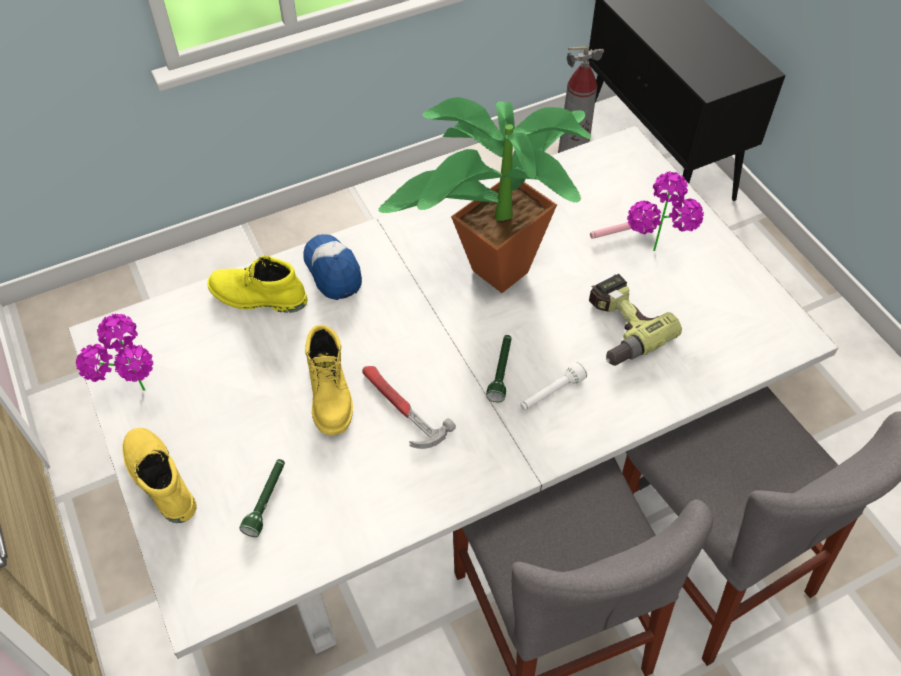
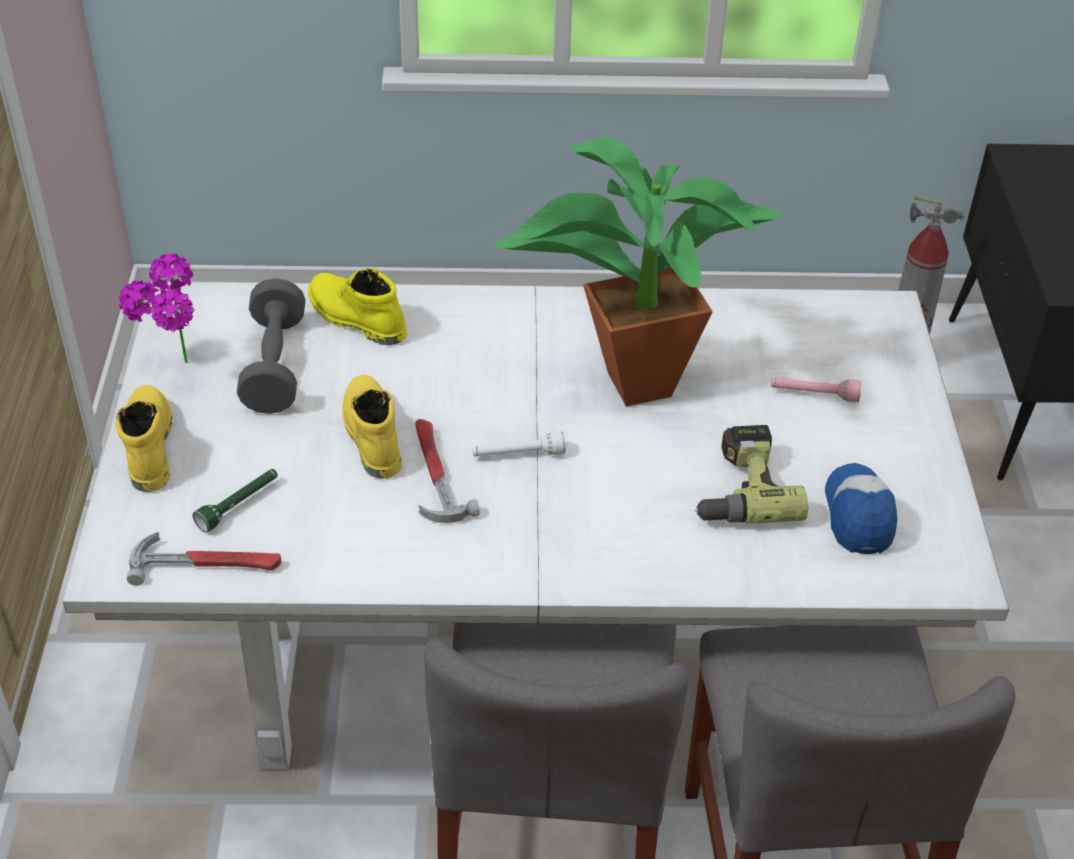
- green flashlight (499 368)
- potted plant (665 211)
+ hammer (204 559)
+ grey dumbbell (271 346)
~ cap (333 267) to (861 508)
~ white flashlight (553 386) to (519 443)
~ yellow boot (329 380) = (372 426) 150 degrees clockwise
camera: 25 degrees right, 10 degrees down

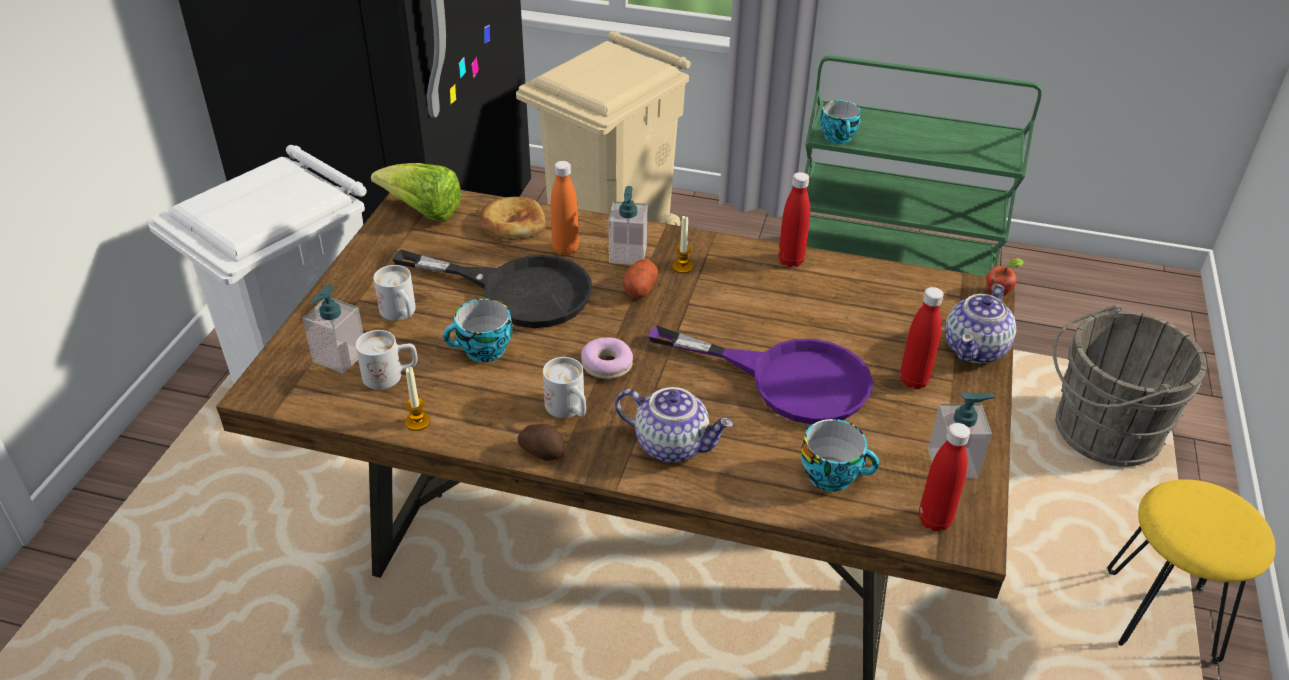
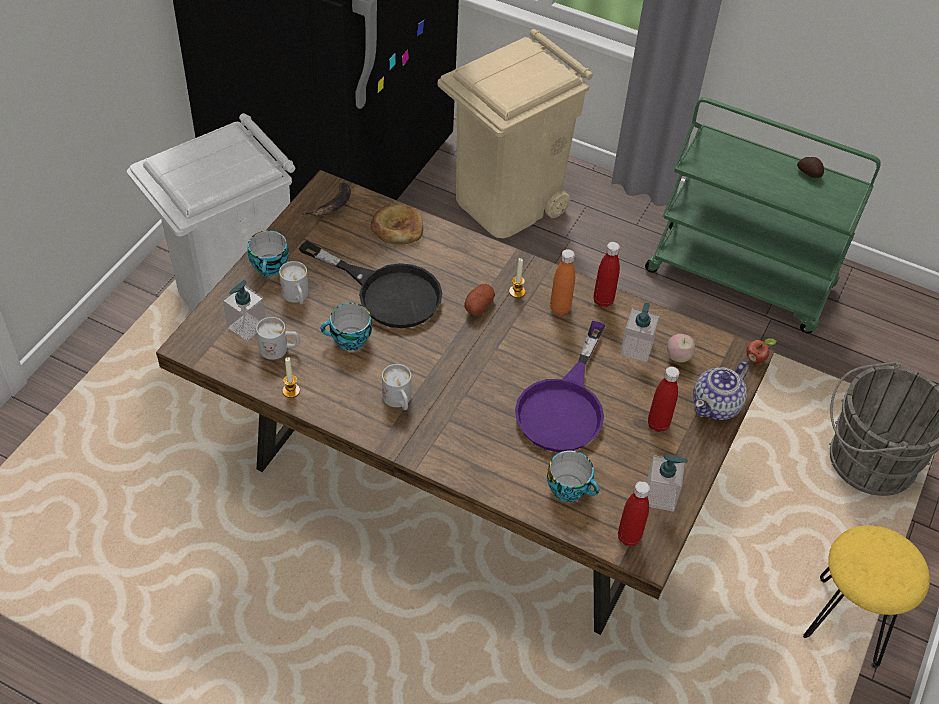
- donut (607 358)
- teapot (674 425)
+ apple (681 348)
~ potato (541 442) to (810 167)
~ orange bottle (565 208) to (562 282)
~ soap dispenser (628 225) to (640 332)
~ cup (840 122) to (268 253)
~ lettuce (416 192) to banana (326 199)
~ purple frying pan (760 375) = (560 386) 75 degrees clockwise
camera: 10 degrees right, 10 degrees up

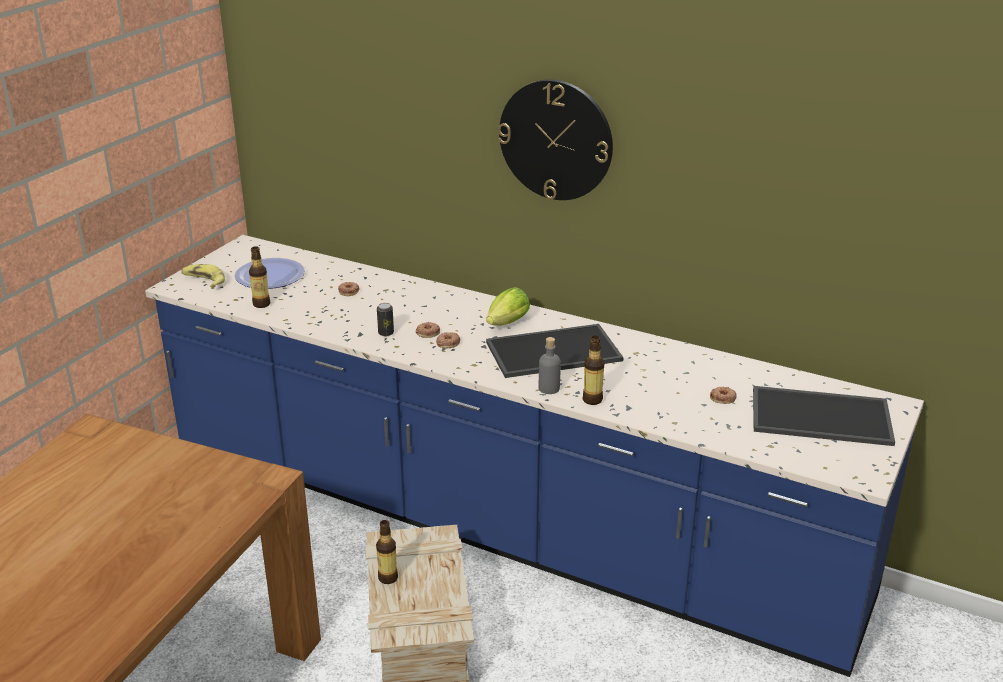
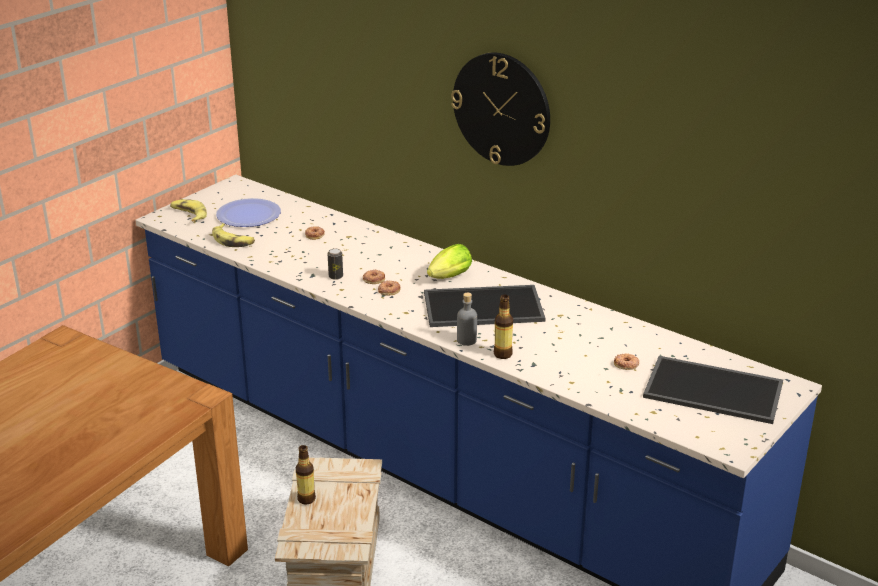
~ bottle (259 277) to banana (233 235)
camera: 10 degrees right, 0 degrees up

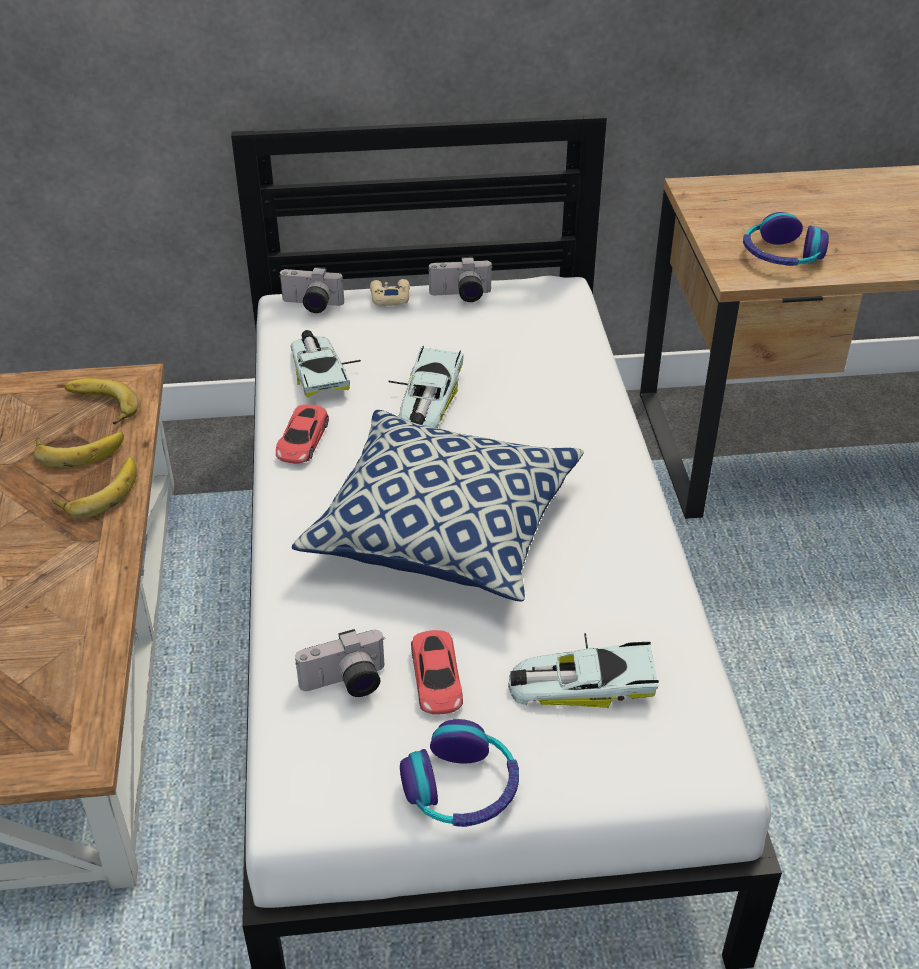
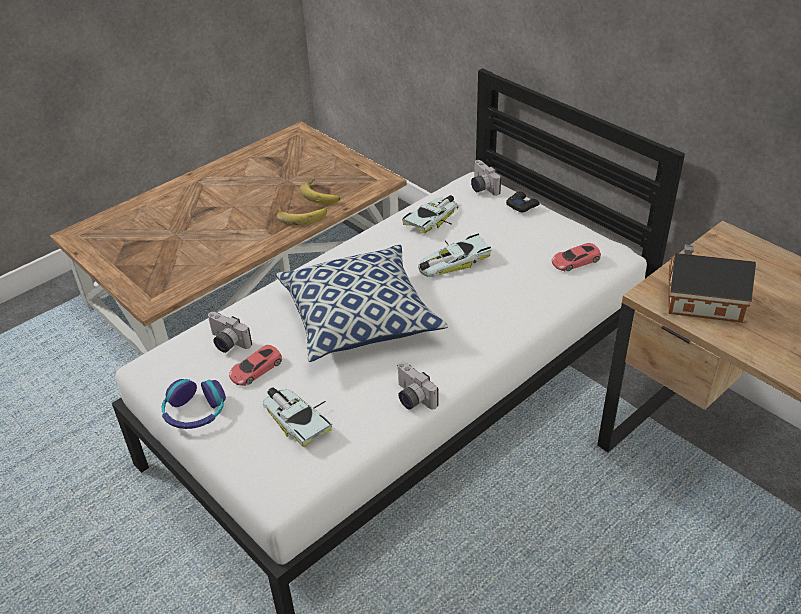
- banana (101 401)
~ red toy car (302 434) to (576 257)
~ photo camera (460 279) to (418 386)
~ headphones (786 239) to toy house (712 284)
~ beige game controller (390 292) to black game controller (523 202)
camera: 55 degrees right, 0 degrees up

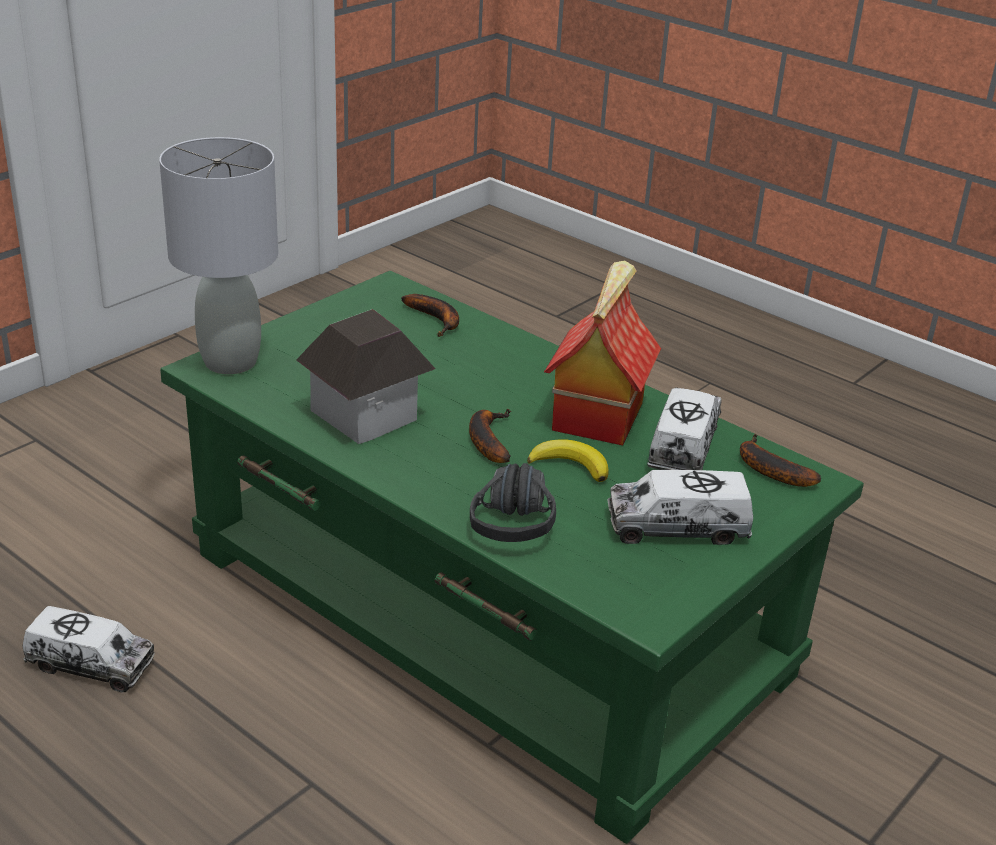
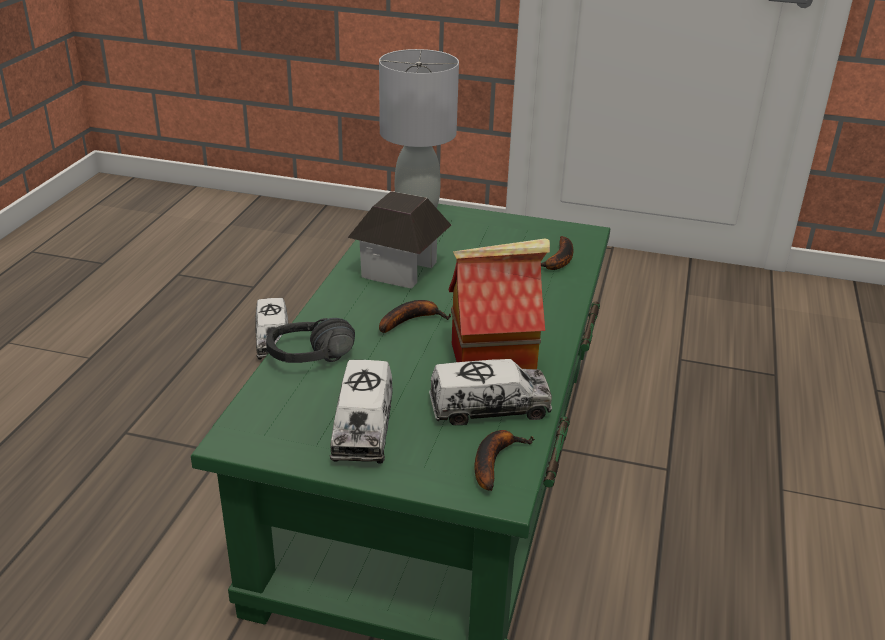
- banana (567 461)
~ toy truck (680 507) = (361 412) 150 degrees counterclockwise
camera: 65 degrees right, 0 degrees up

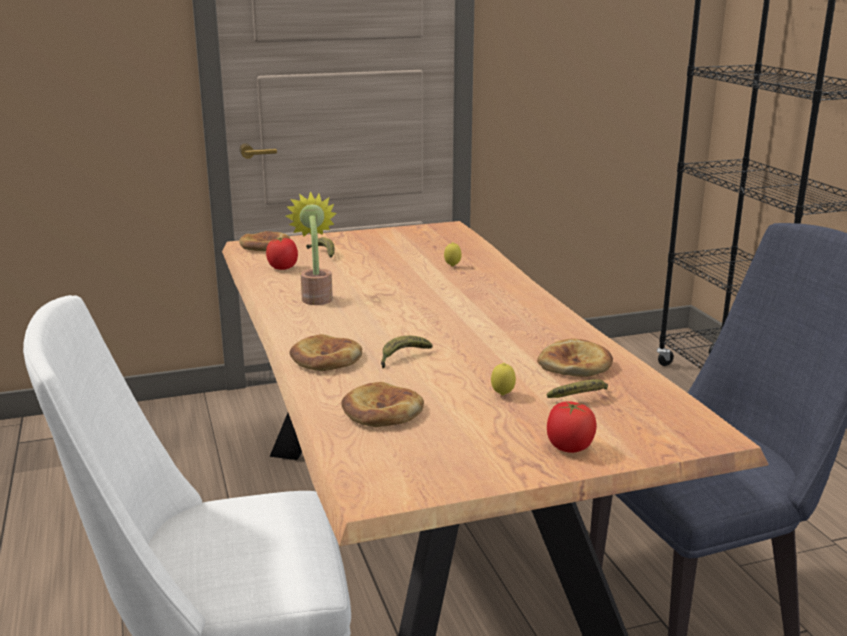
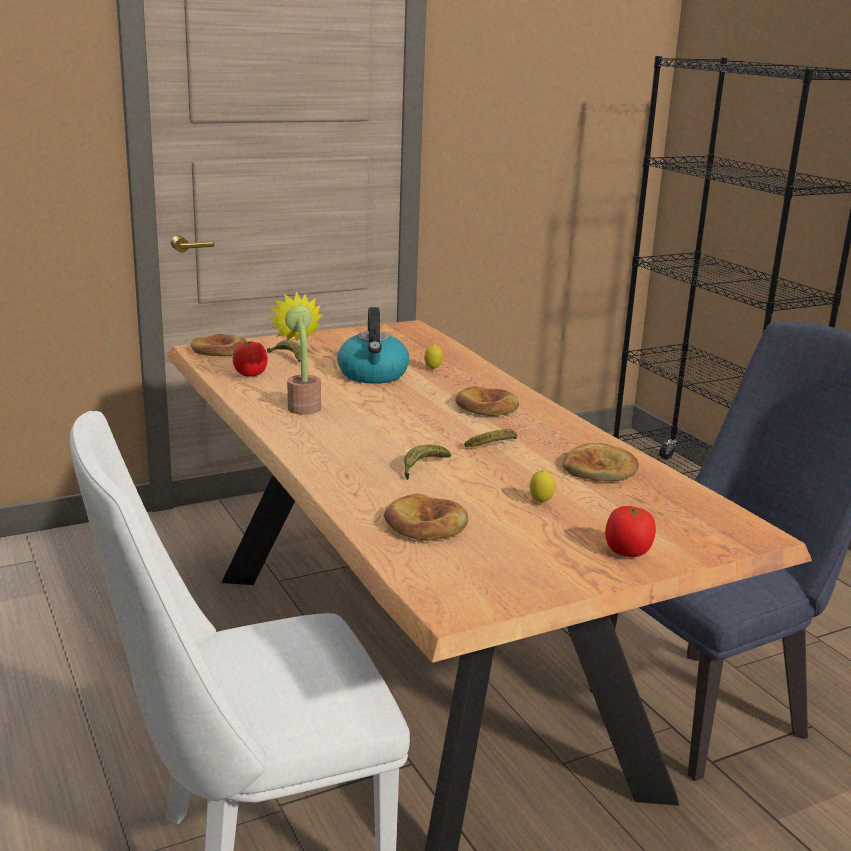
+ kettle (373 345)
~ bread (326 352) to (487 401)
~ banana (577 388) to (490 438)
camera: 10 degrees left, 0 degrees up

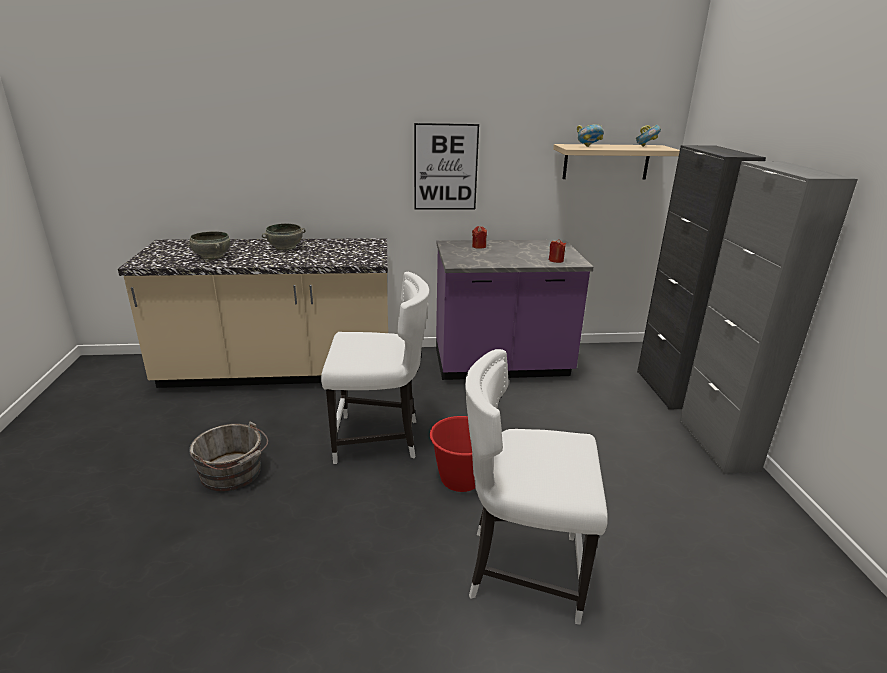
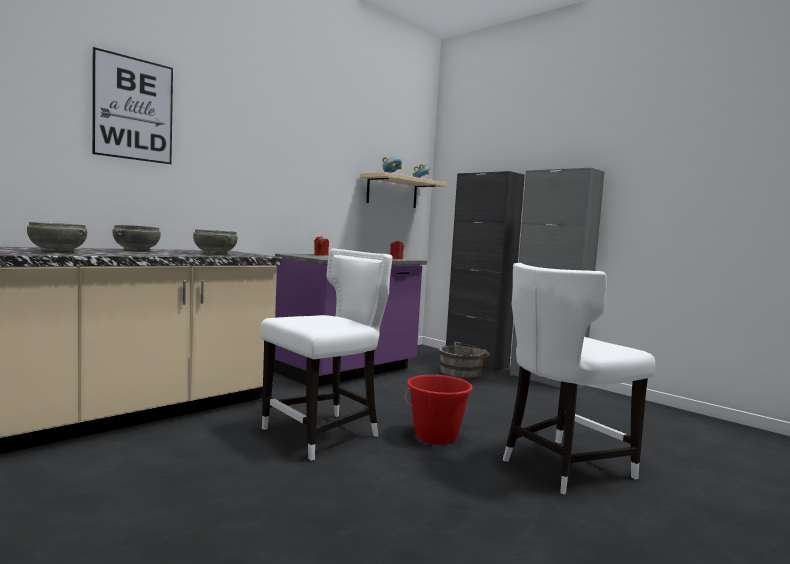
+ grey bowl (215 242)
~ grey bucket (228 456) to (464 361)
~ picture (446 166) to (132 105)
camera: 40 degrees left, 20 degrees down

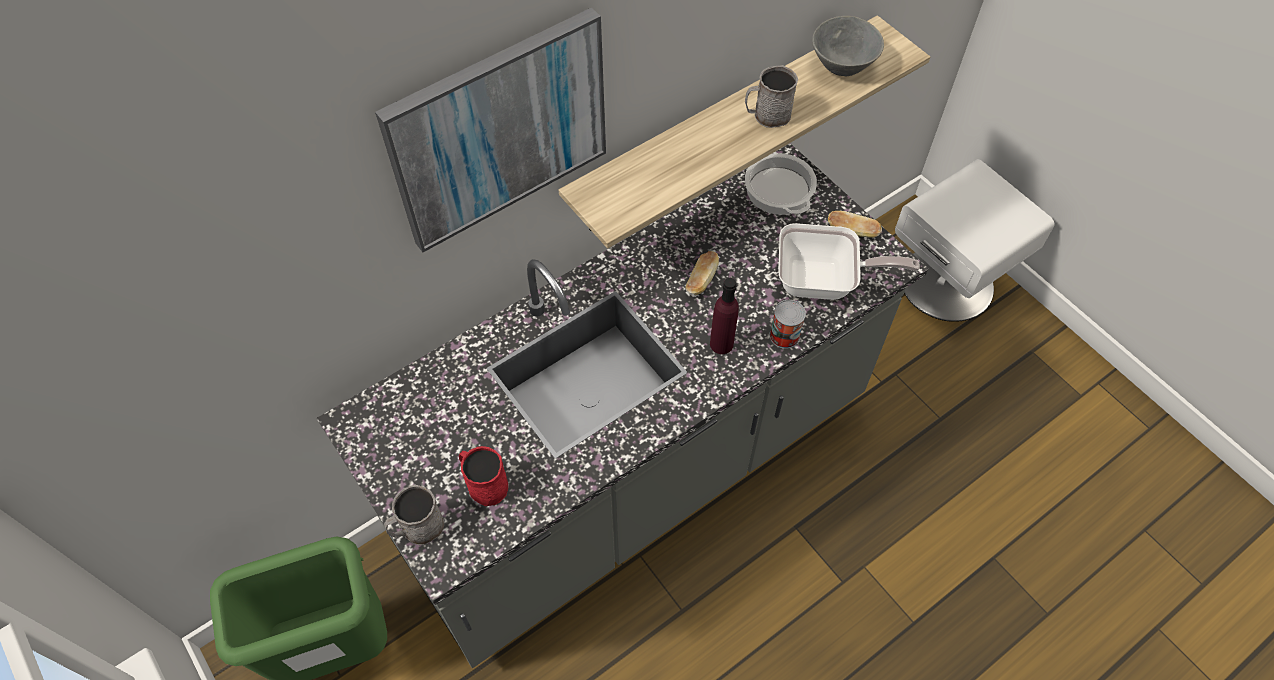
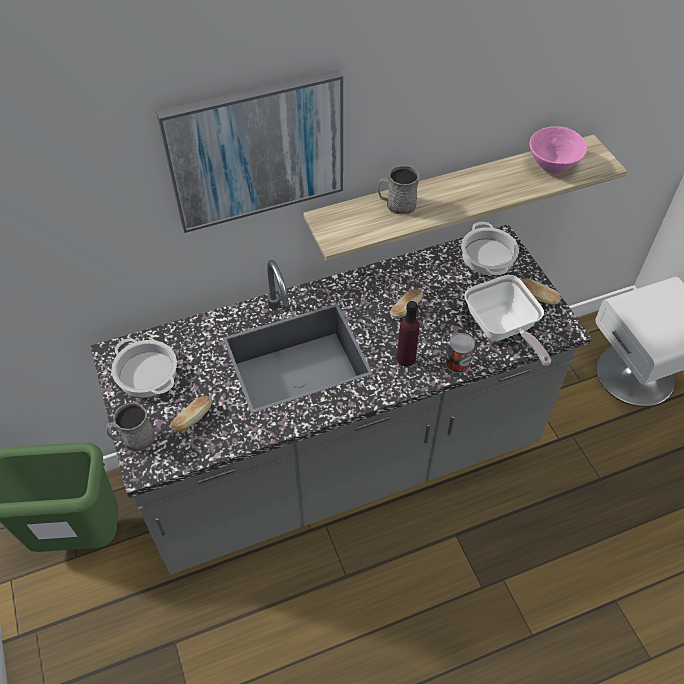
+ cooking pot (144 368)
~ grey mug (771 96) to (399 189)
~ red mug (483 476) to bread (191 413)
~ grey bowl (848 46) to pink bowl (558 149)
~ frying pan (849 261) = (507 320) 45 degrees clockwise
camera: 15 degrees right, 5 degrees down

